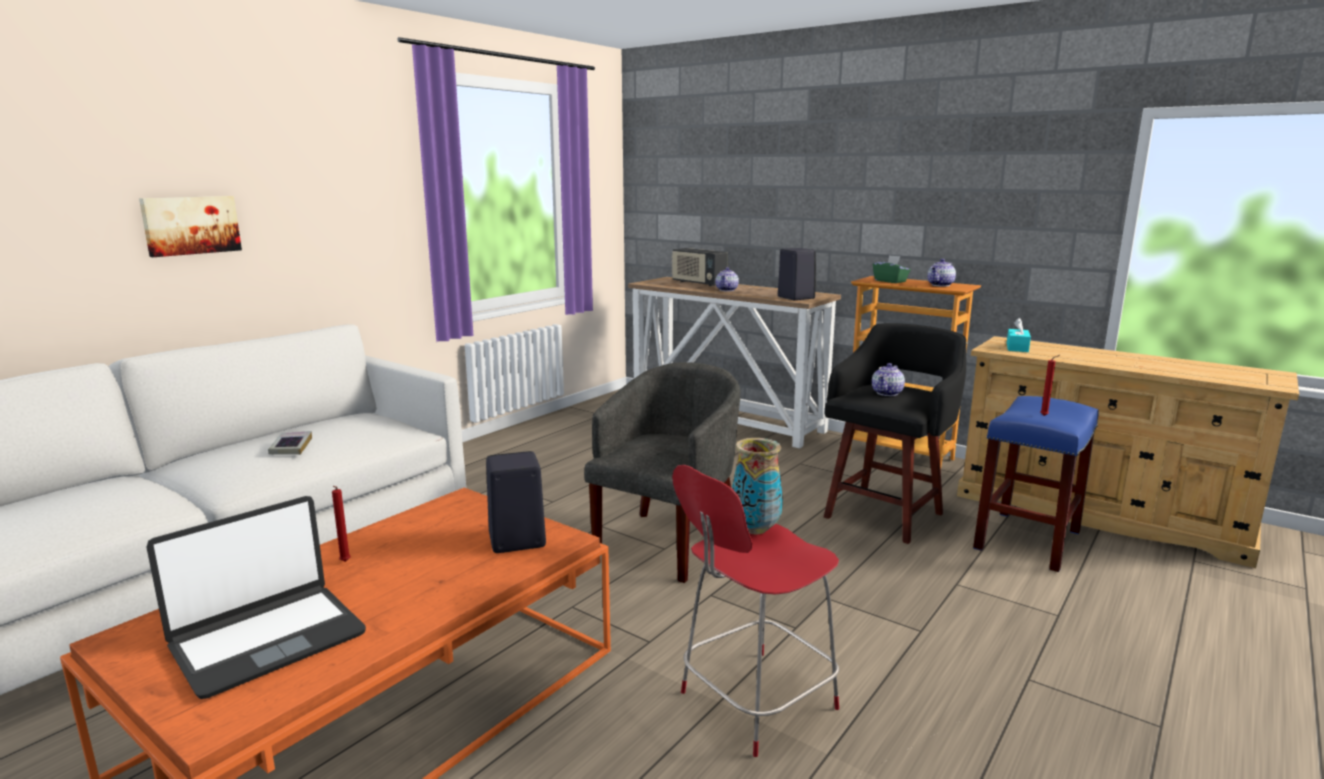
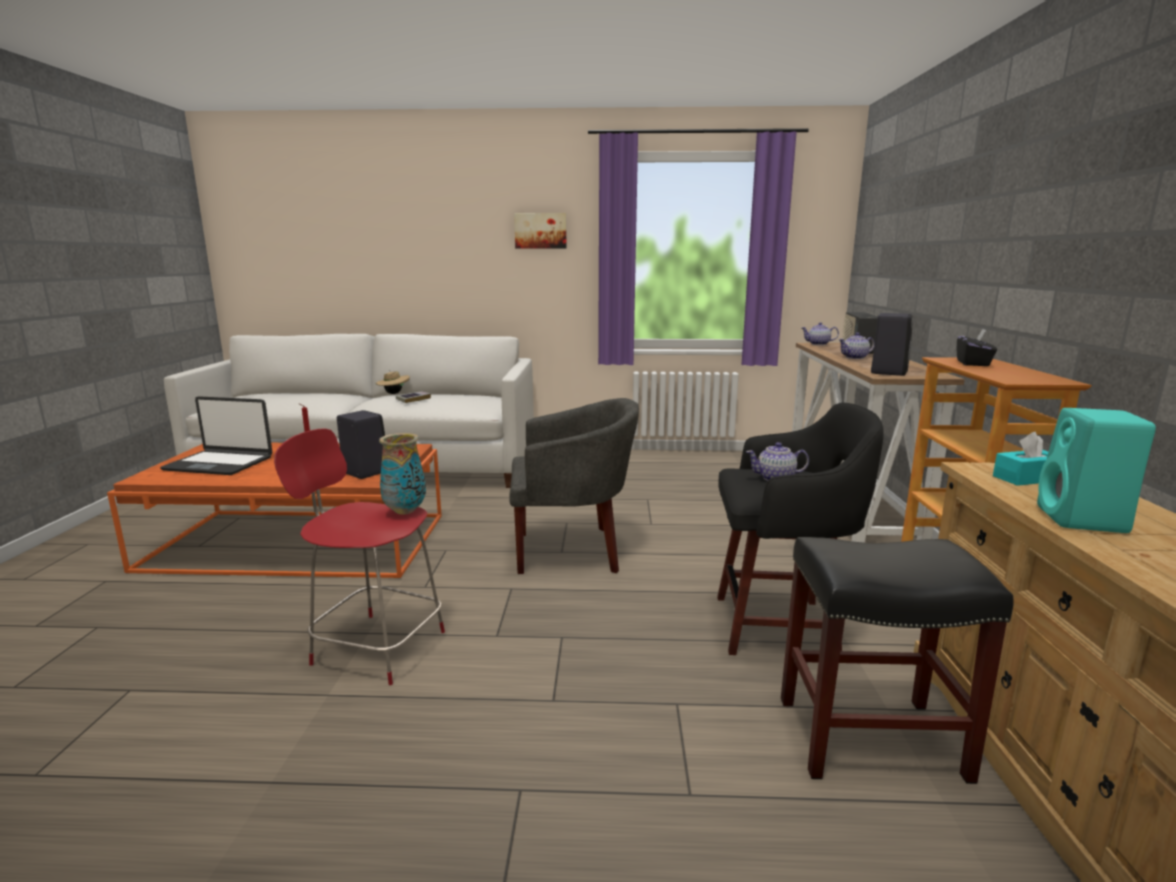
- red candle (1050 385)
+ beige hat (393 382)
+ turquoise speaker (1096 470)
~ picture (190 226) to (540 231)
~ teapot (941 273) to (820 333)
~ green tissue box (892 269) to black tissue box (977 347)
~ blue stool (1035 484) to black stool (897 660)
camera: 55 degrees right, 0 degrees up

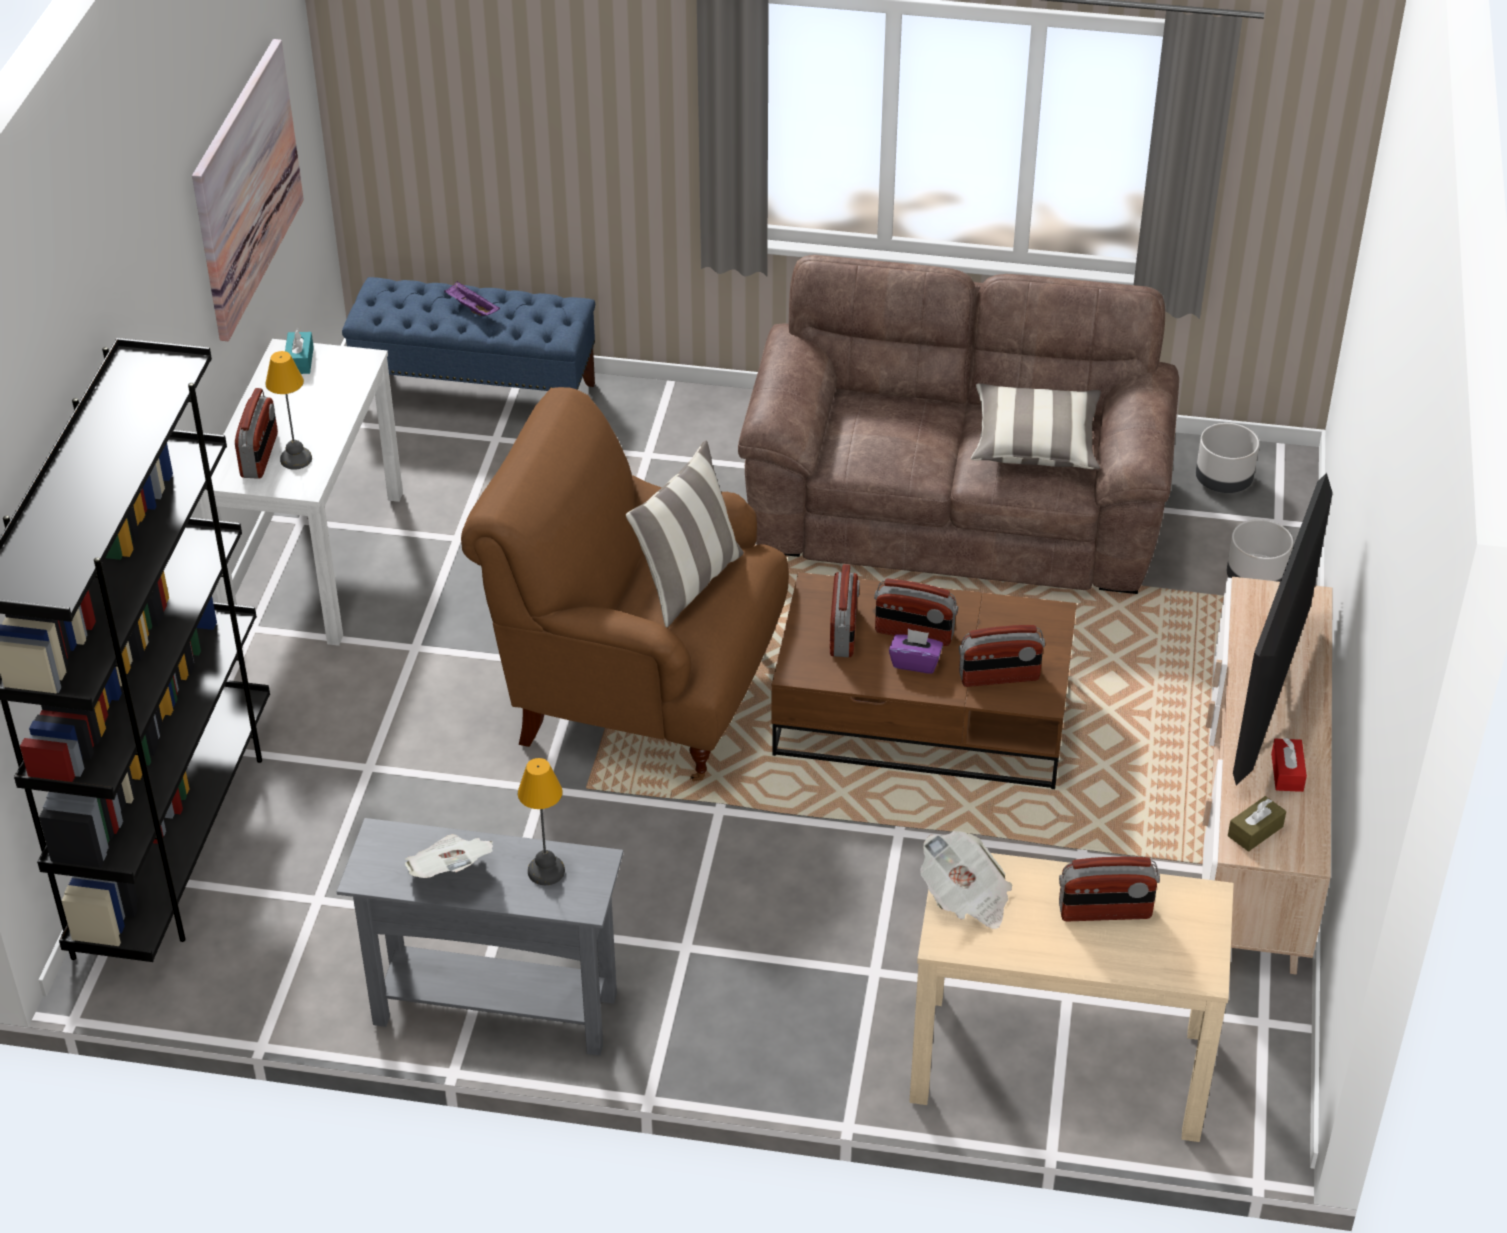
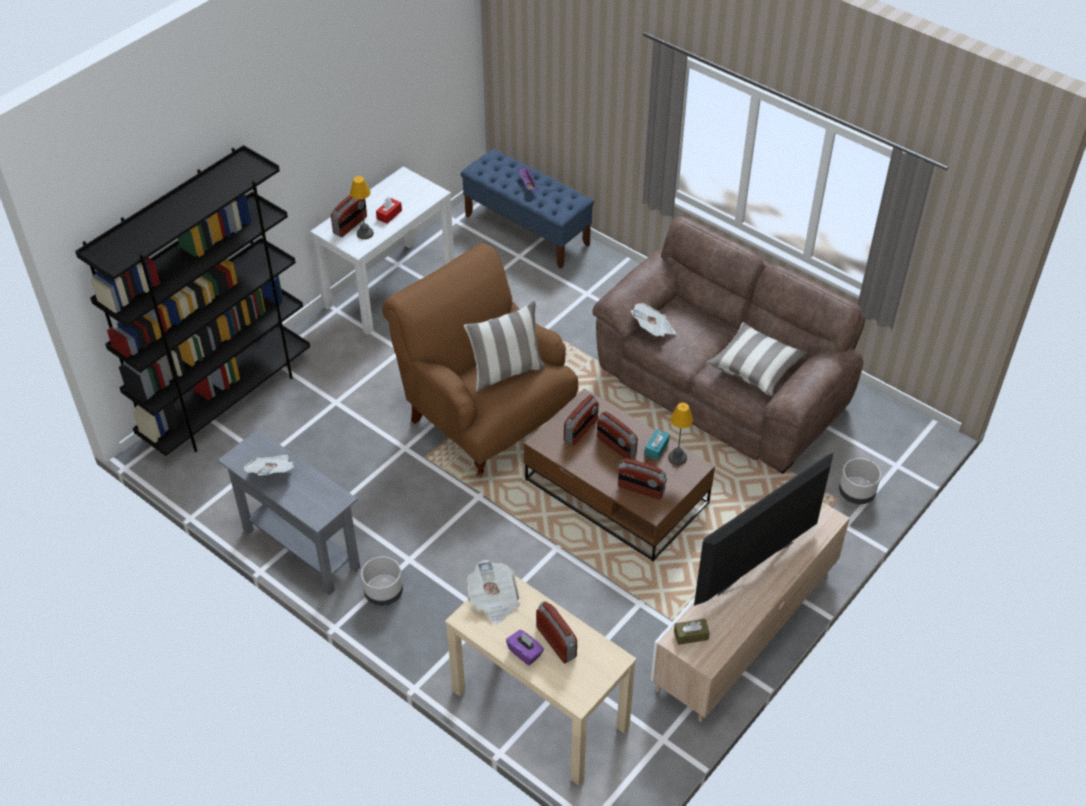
- picture (248 190)
+ newspaper (653 320)
~ turquoise tissue box (299 350) to (657 444)
~ table lamp (541 821) to (680 434)
~ purple tissue box (916 651) to (525 647)
~ grey planter (1227 458) to (382 581)
~ red tissue box (1289 765) to (389 210)
~ radio (1109 888) = (556 632) 150 degrees counterclockwise
camera: 30 degrees right, 5 degrees up

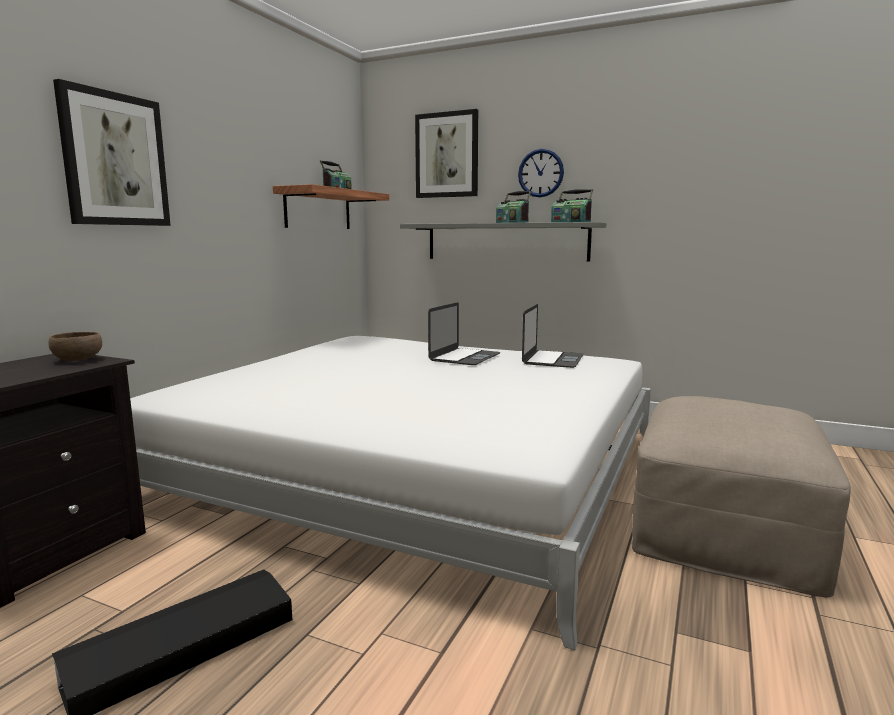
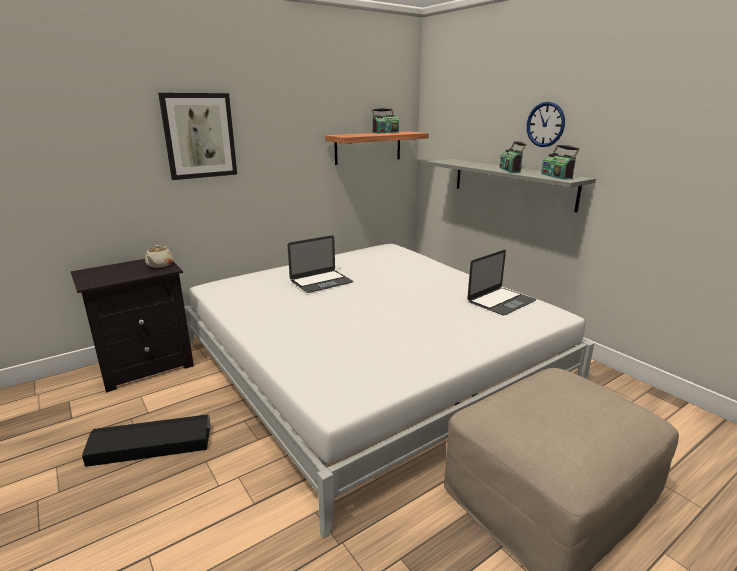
- picture (446 153)
~ laptop (464 333) to (320 264)
~ brown bowl (75 346) to beige teapot (159 256)
camera: 30 degrees right, 10 degrees up

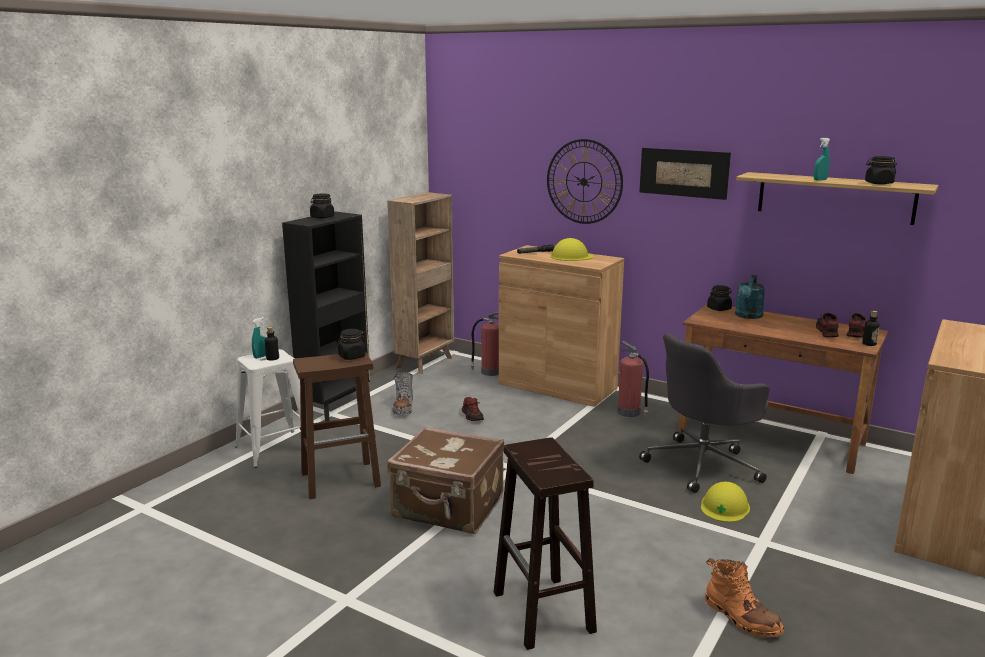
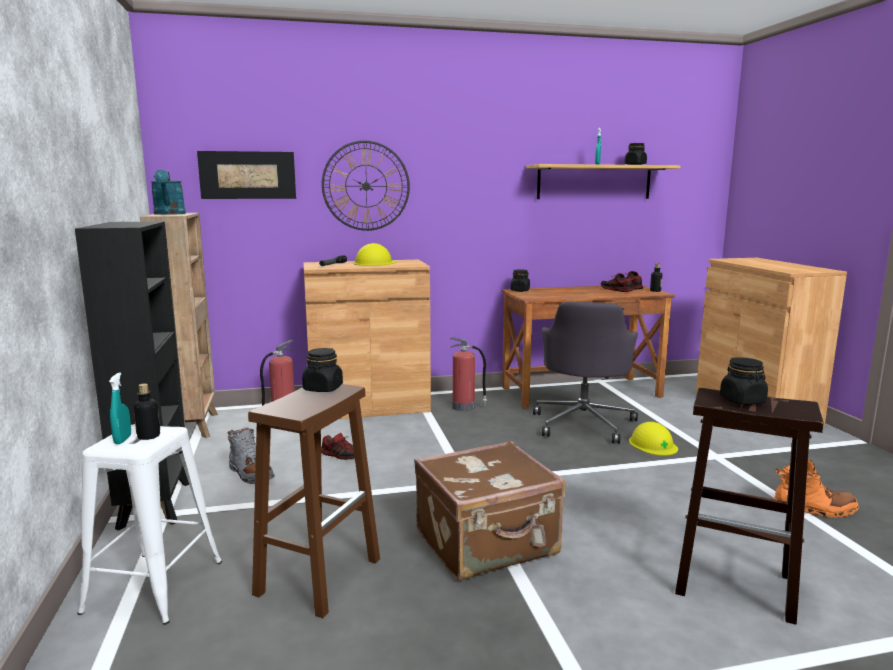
~ black jar (322 206) to (744 380)
~ picture (685 174) to (246 175)
~ turquoise watering can (750 297) to (168 192)
camera: 45 degrees left, 5 degrees down

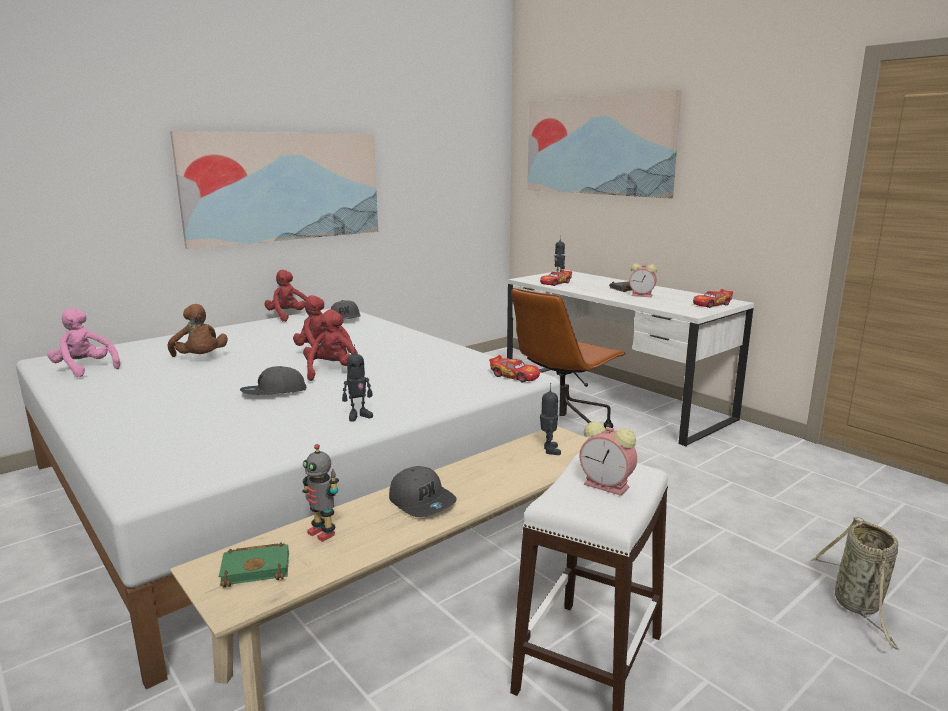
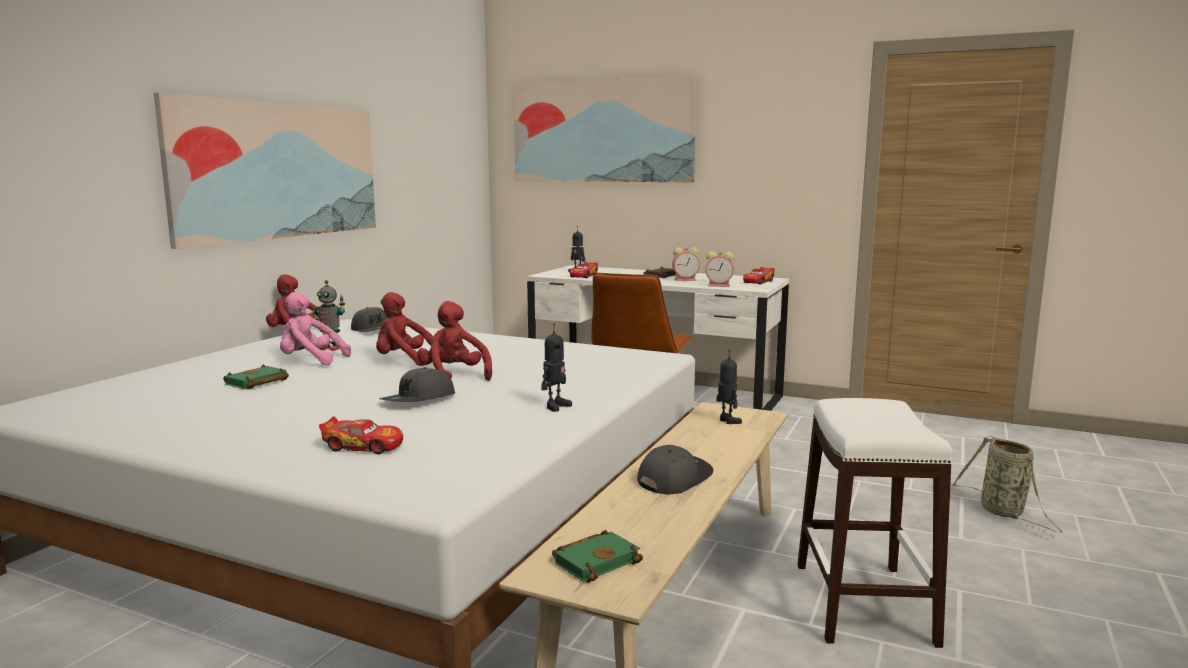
~ pink plush toy (83 342) to (315 328)
~ toy robot (320 493) to (328 315)
~ toy car (514 368) to (361 435)
~ alarm clock (608 458) to (719 269)
~ brown plush toy (198 330) to green book (256 377)
~ grey cap (423 491) = (675 469) 75 degrees counterclockwise
camera: 25 degrees left, 5 degrees down

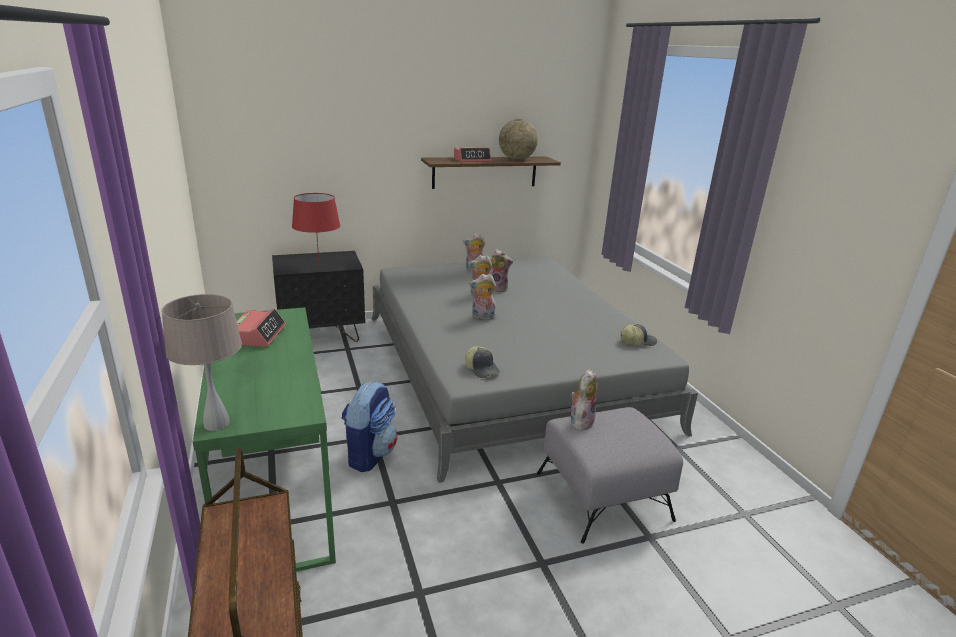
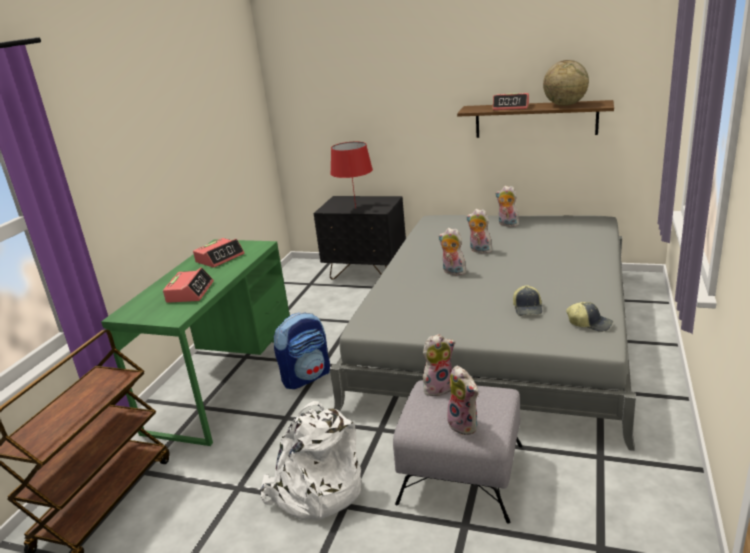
- beige table lamp (201 362)
+ alarm clock (188 285)
+ white backpack (310 460)
~ cap (482 362) to (527 300)
~ plush toy (501 270) to (463 400)
camera: 40 degrees right, 0 degrees up

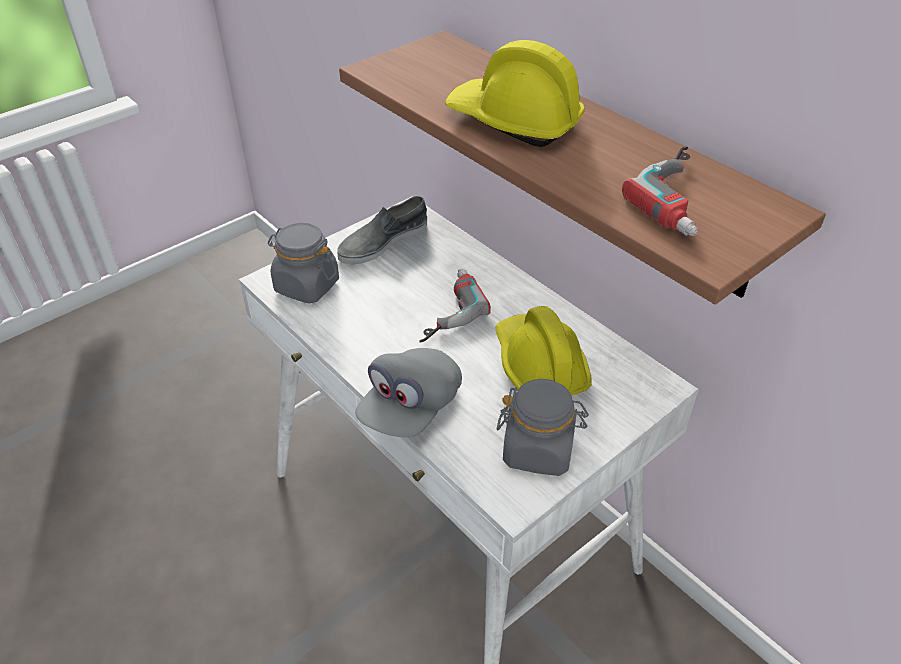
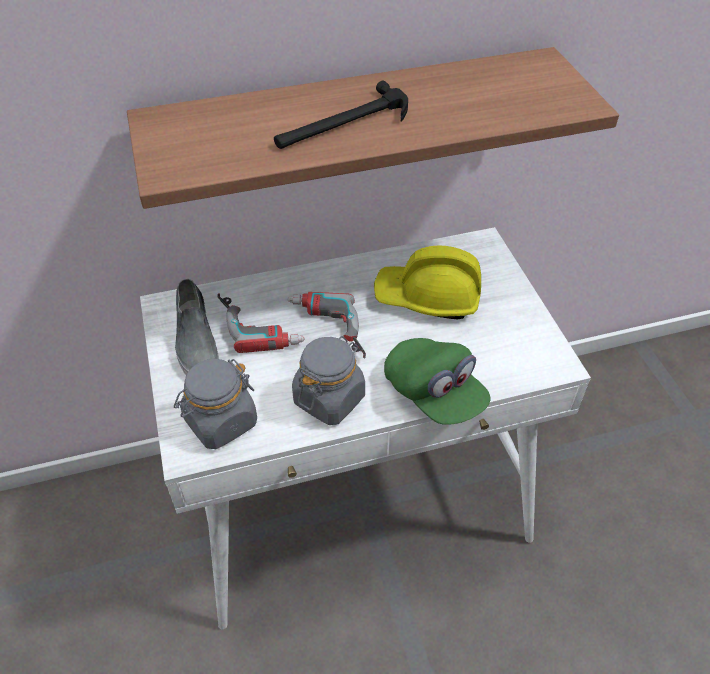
~ grey jar (543 427) to (328 380)
~ power drill (660 191) to (261 323)
~ yellow hard hat (515 93) to hammer (341 115)
~ grey cap (408 392) to green cap (437 381)
camera: 65 degrees left, 5 degrees up

